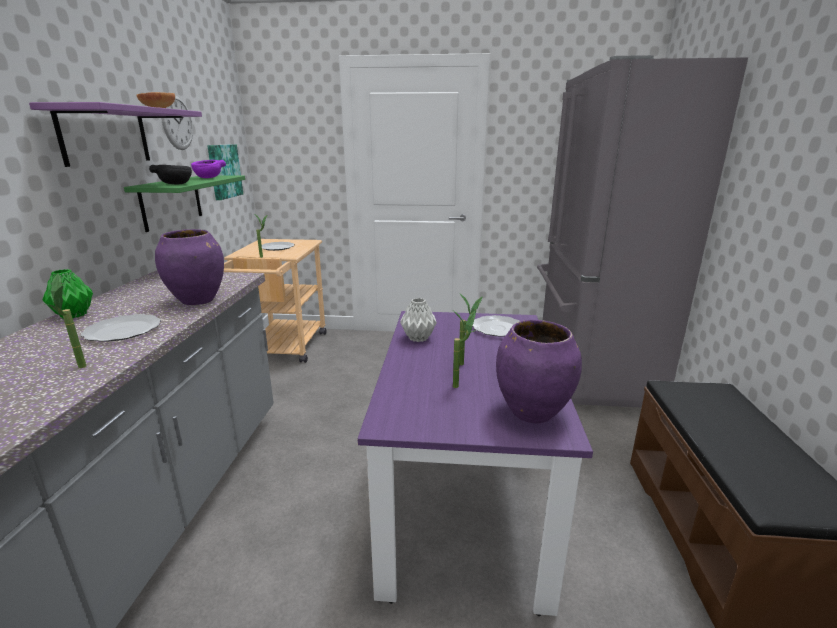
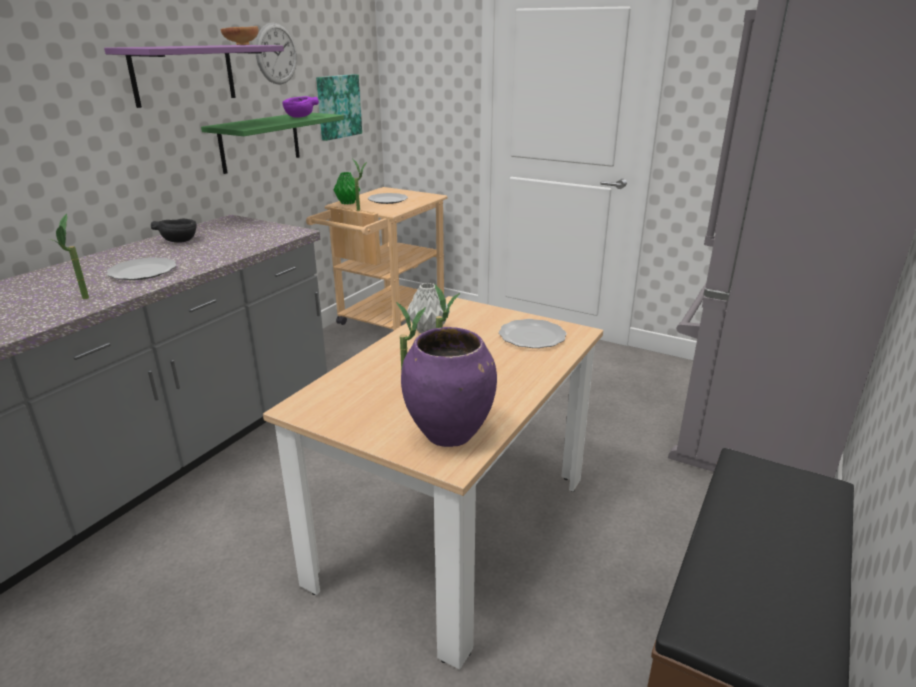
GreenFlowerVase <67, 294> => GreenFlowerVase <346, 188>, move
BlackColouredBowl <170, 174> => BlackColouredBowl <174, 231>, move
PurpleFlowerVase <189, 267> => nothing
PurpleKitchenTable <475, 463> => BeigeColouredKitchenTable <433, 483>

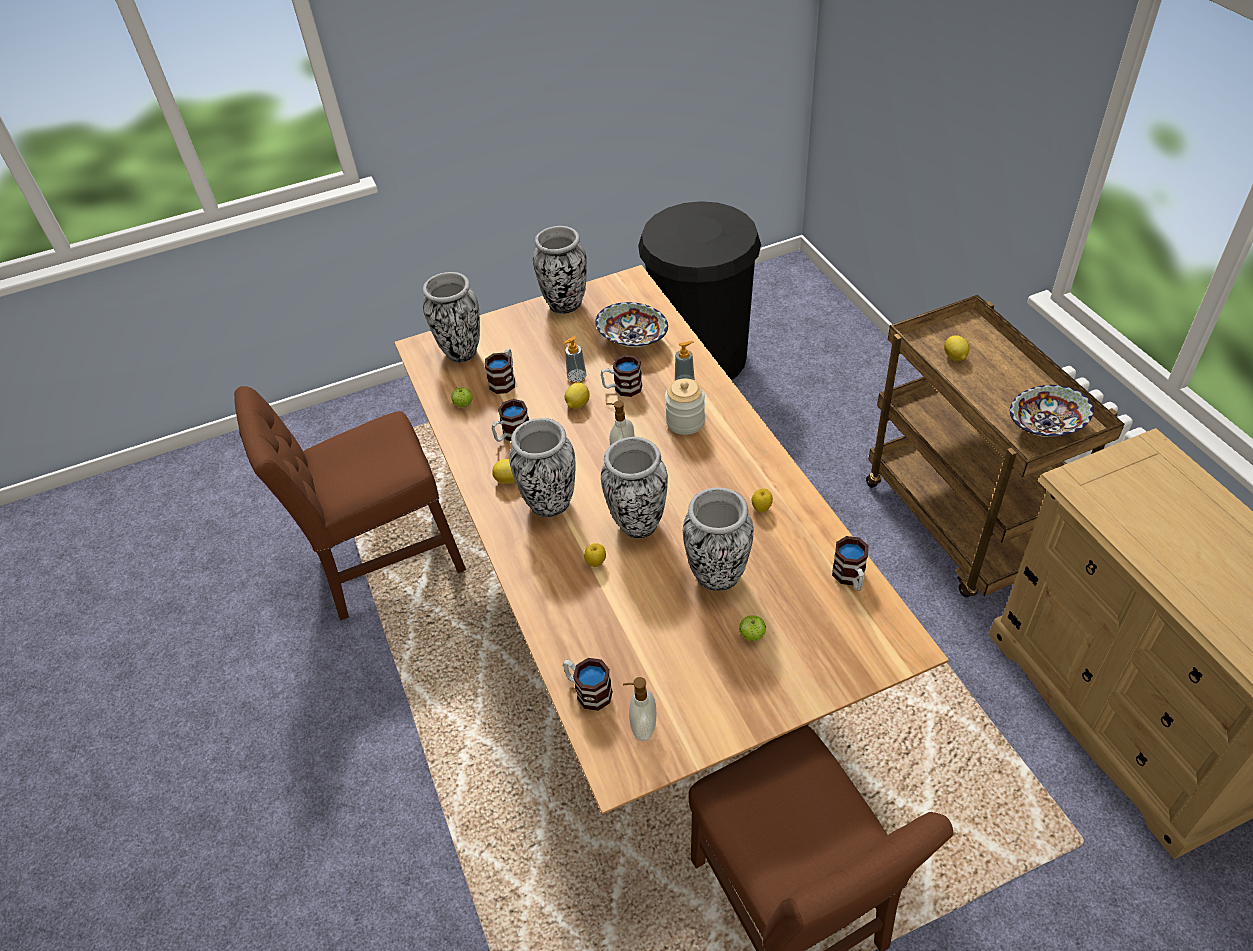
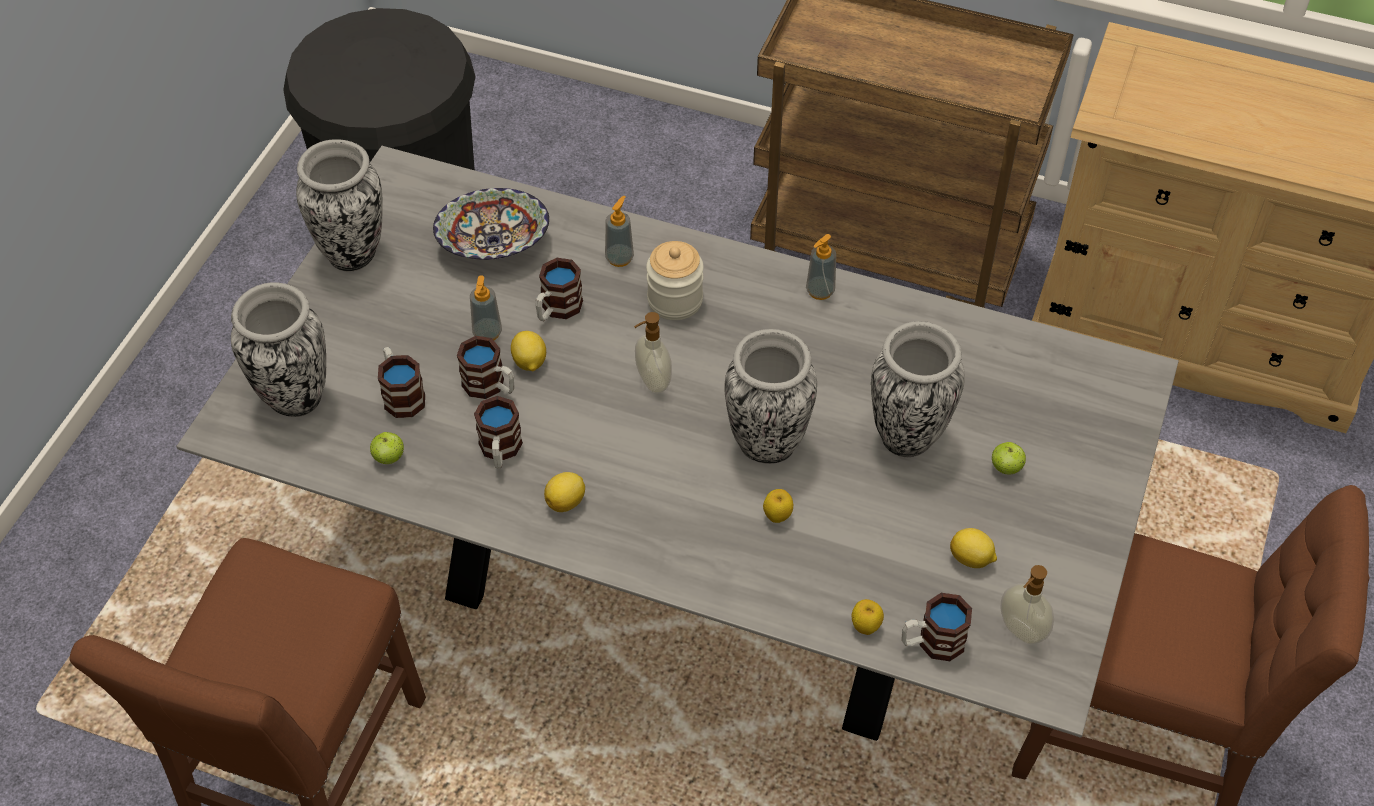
BrownColouredKitchenTable <671, 540> => GrayKitchenTable <677, 443>
FlowerVase <542, 467> => nothing
AppleFruit <762, 500> => AppleFruit <868, 617>, move
CoffeeMug <850, 563> => CoffeeMug <486, 367>, move
CitrusFruit <956, 348> => CitrusFruit <973, 548>, move
Bowl <1052, 411> => nothing
nothing => SoapBottle <821, 267>

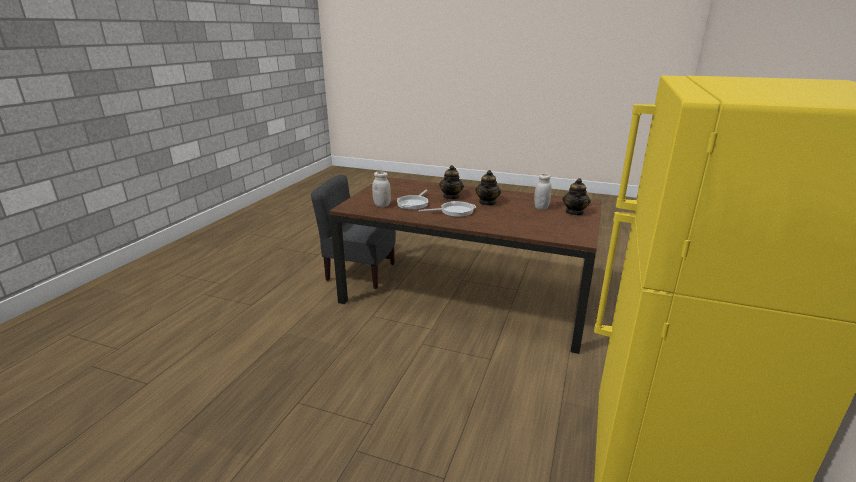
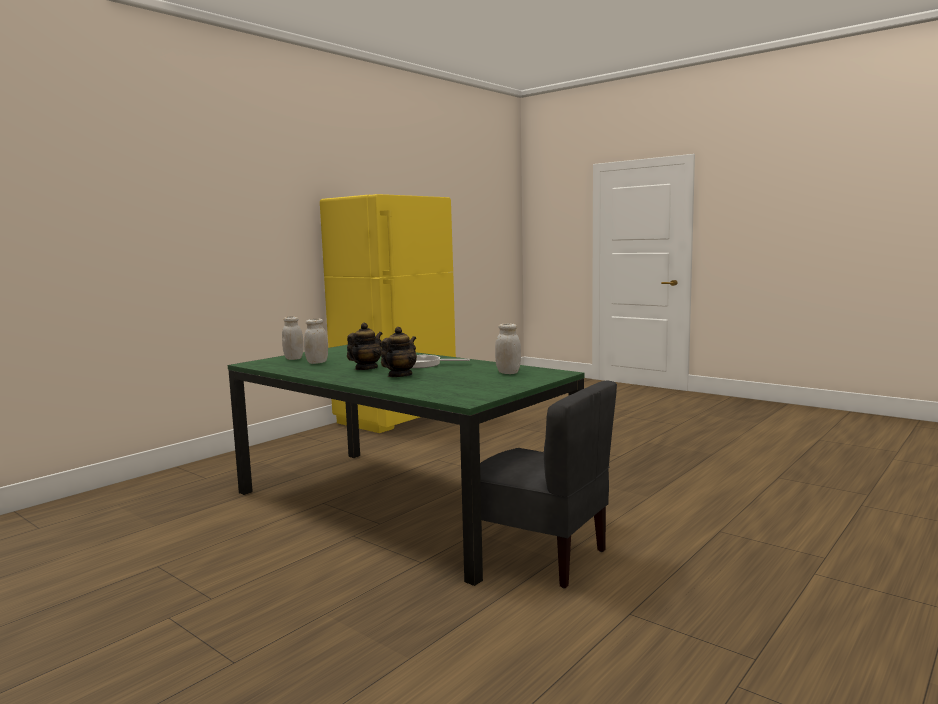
BrownColouredKitchenTable <465, 265> => GreenKitchenTable <406, 465>
FryingPan <412, 200> => nothing
Teapot <576, 197> => WhiteStorageJar <293, 338>

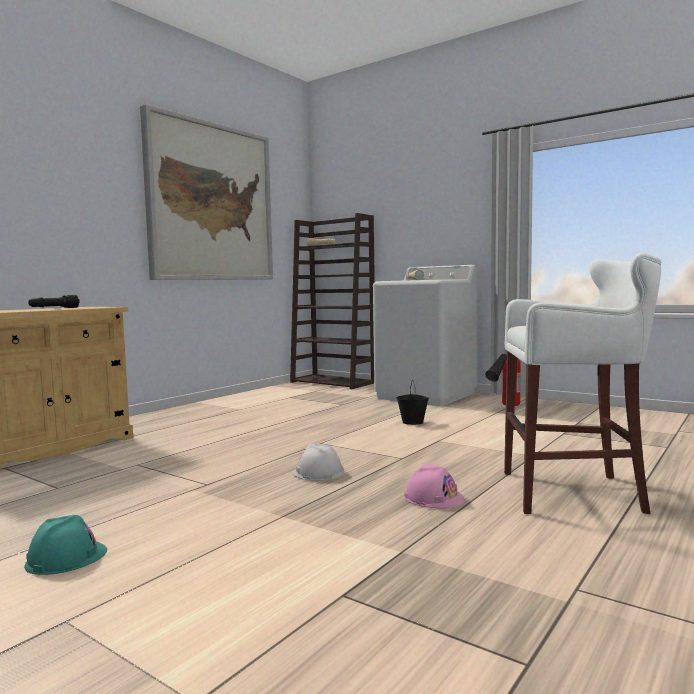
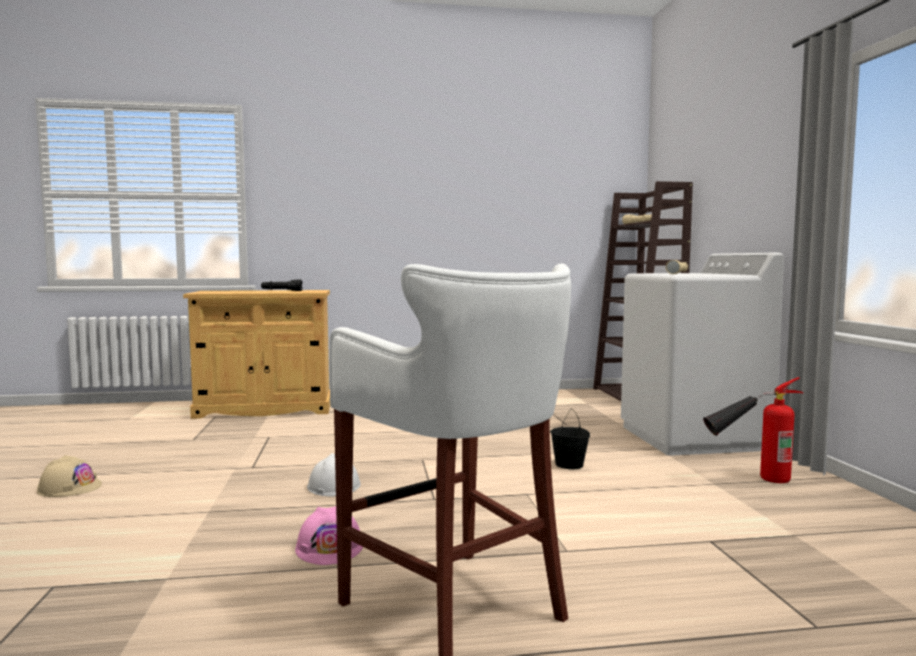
TurquoiseColouredHardHat <65, 545> => BeigeColouredHardHat <69, 476>
Picture <206, 192> => nothing

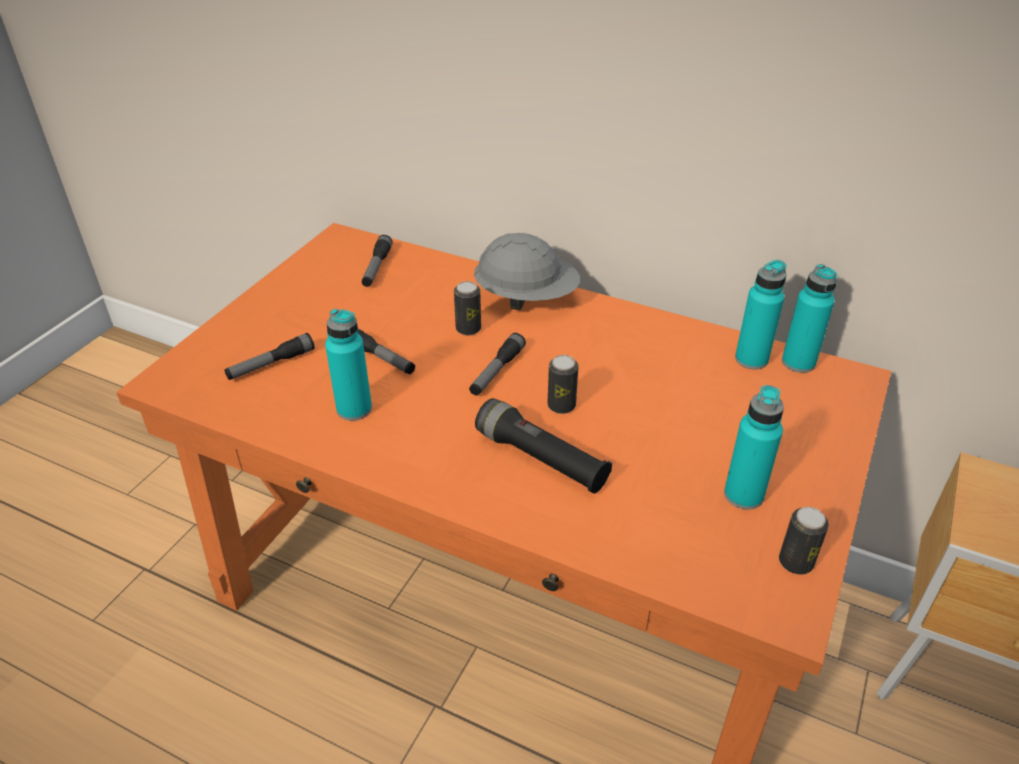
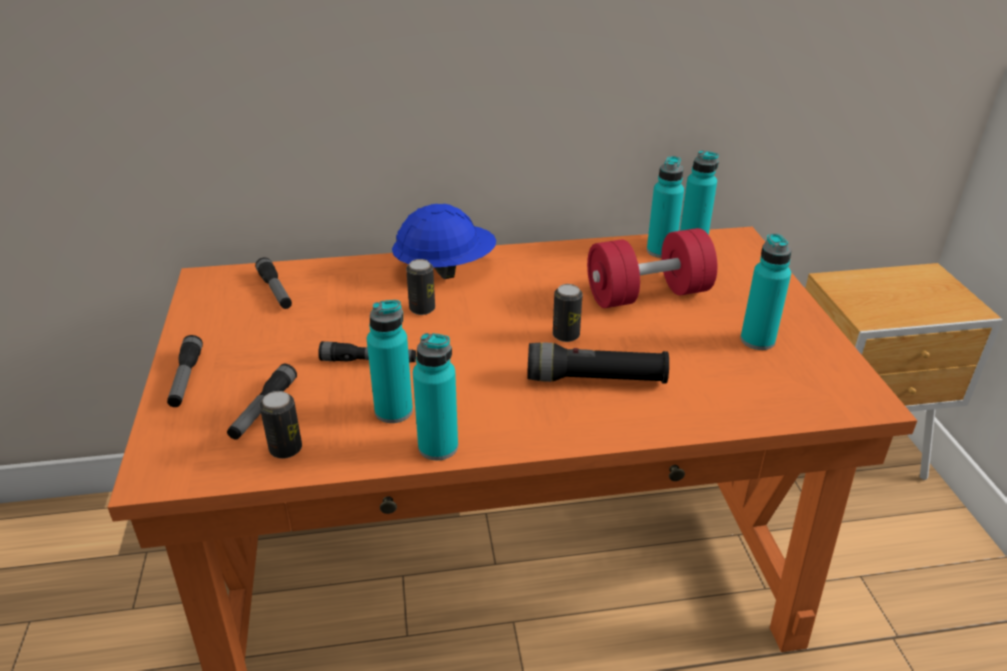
Torch <497, 364> => Torch <185, 371>, move
GrayHardHat <527, 271> => BluishHardHat <444, 241>
MetalCan <804, 541> => MetalCan <280, 425>, move
nothing => TurquoiseColouredBeverageBottle <435, 396>
nothing => ReddishHandWeight <652, 268>

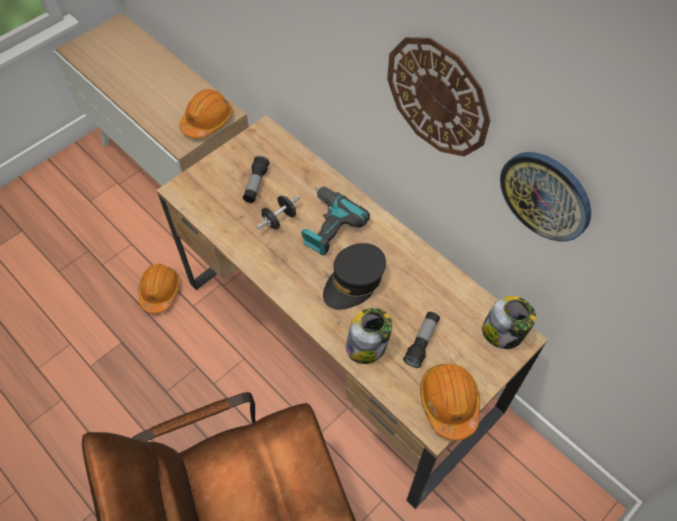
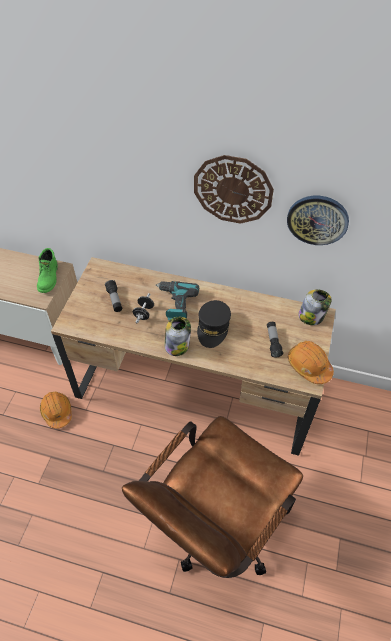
OrangeColouredHardHat <206, 113> => GreenBoot <47, 270>
StorageJar <369, 336> => StorageJar <178, 336>, move

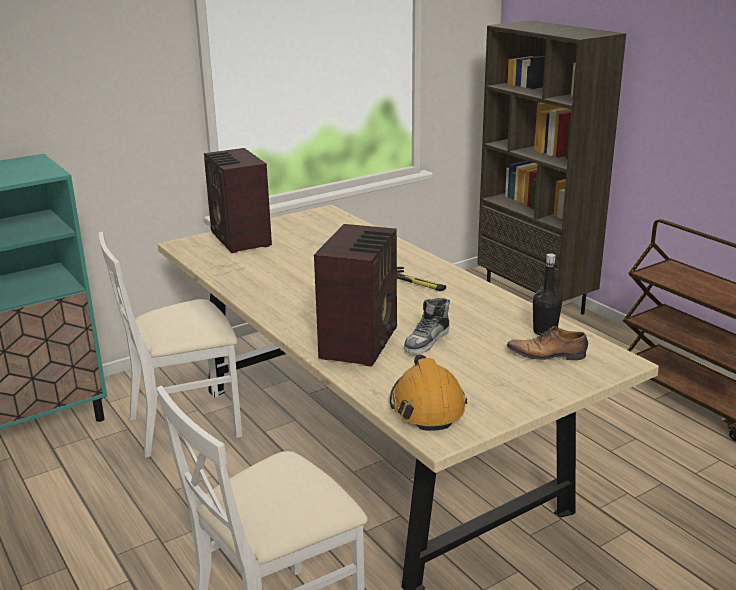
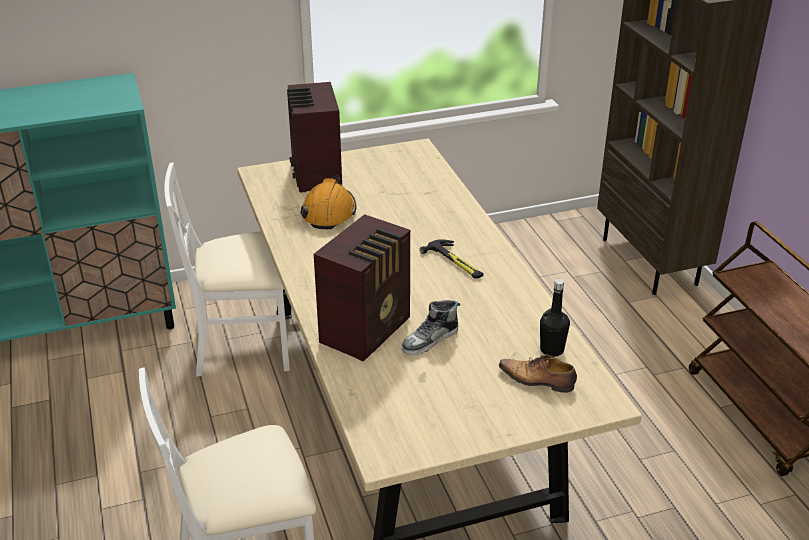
OrangeColouredHardHat <428, 392> => OrangeColouredHardHat <328, 202>, move

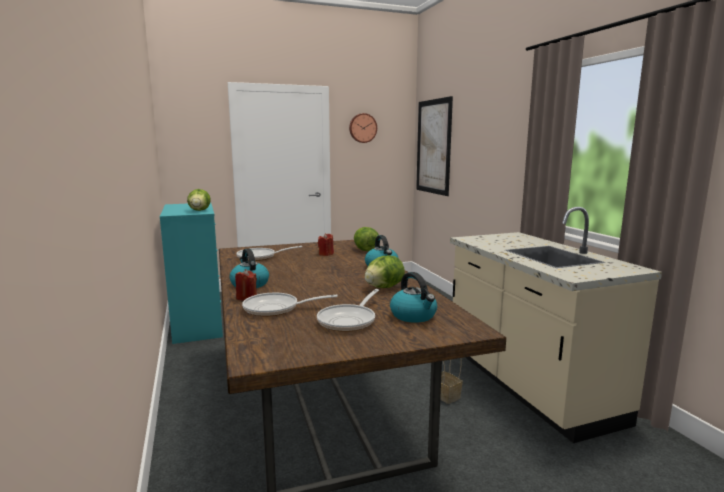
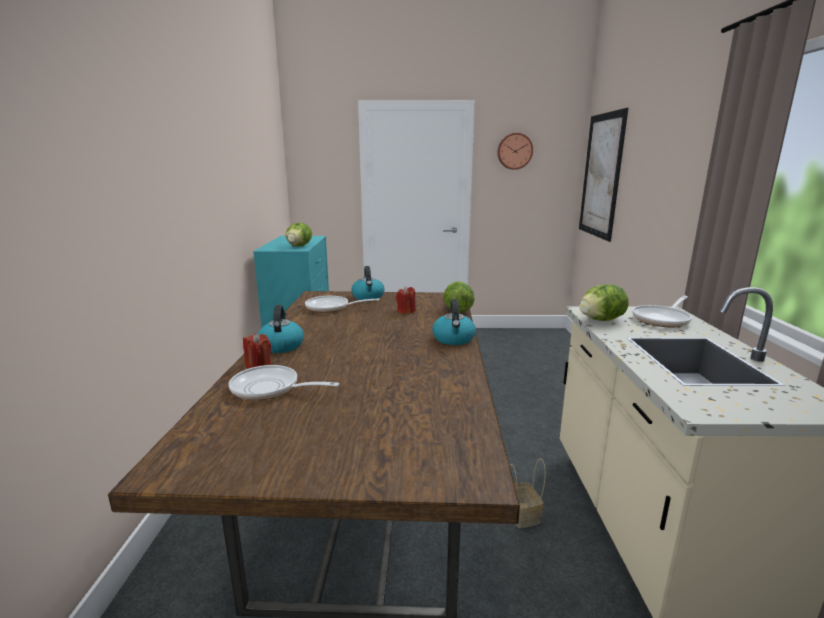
FryingPan <348, 310> => FryingPan <662, 311>, move
HeadOfLettuce <385, 272> => HeadOfLettuce <603, 302>, move
WaterKettle <413, 297> => WaterKettle <367, 283>, move

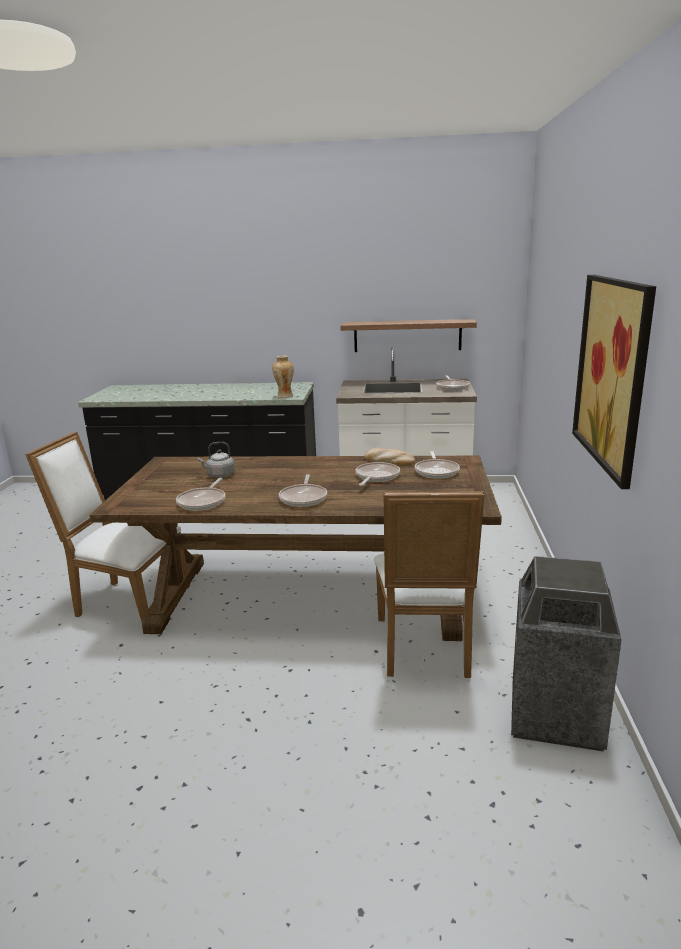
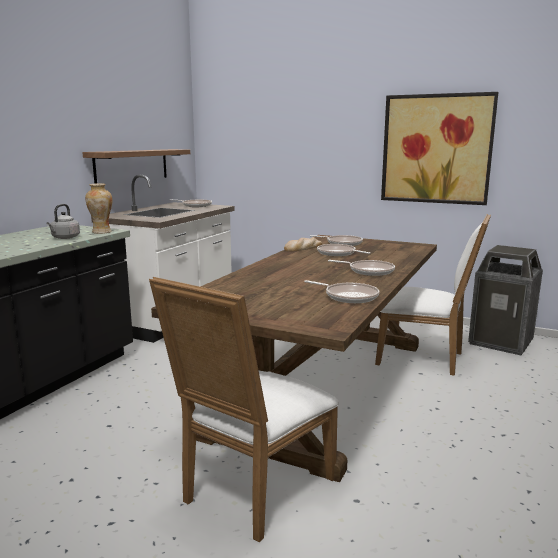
GrayWaterKettle <216, 460> => GrayWaterKettle <63, 221>, move

